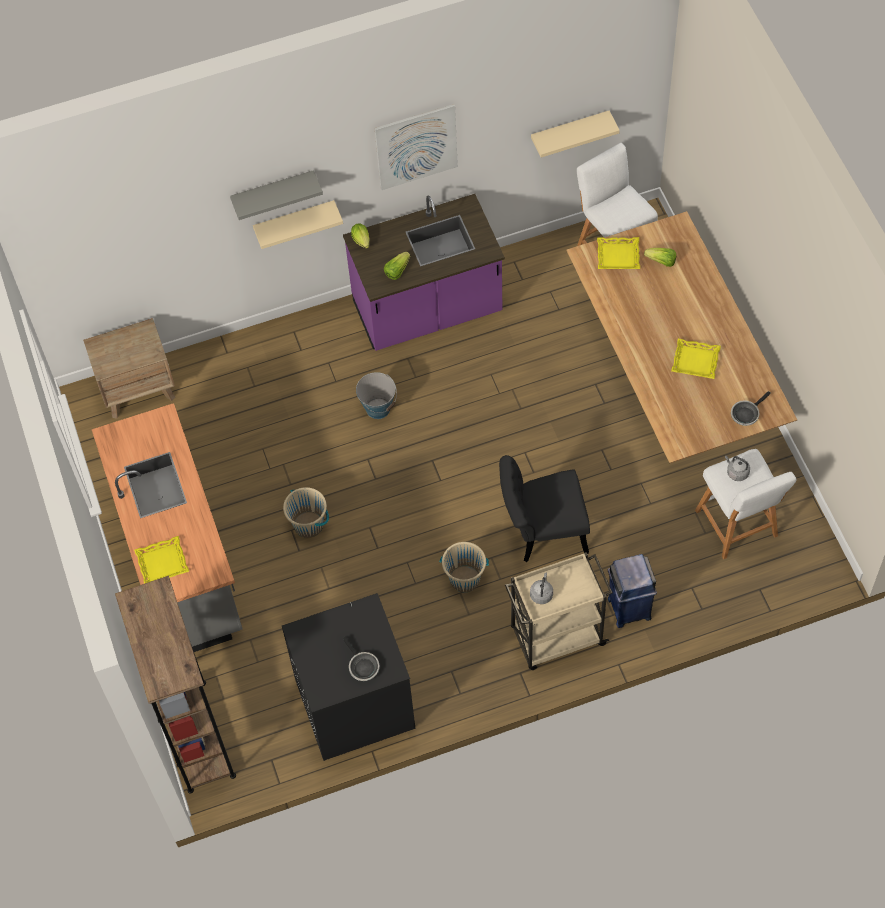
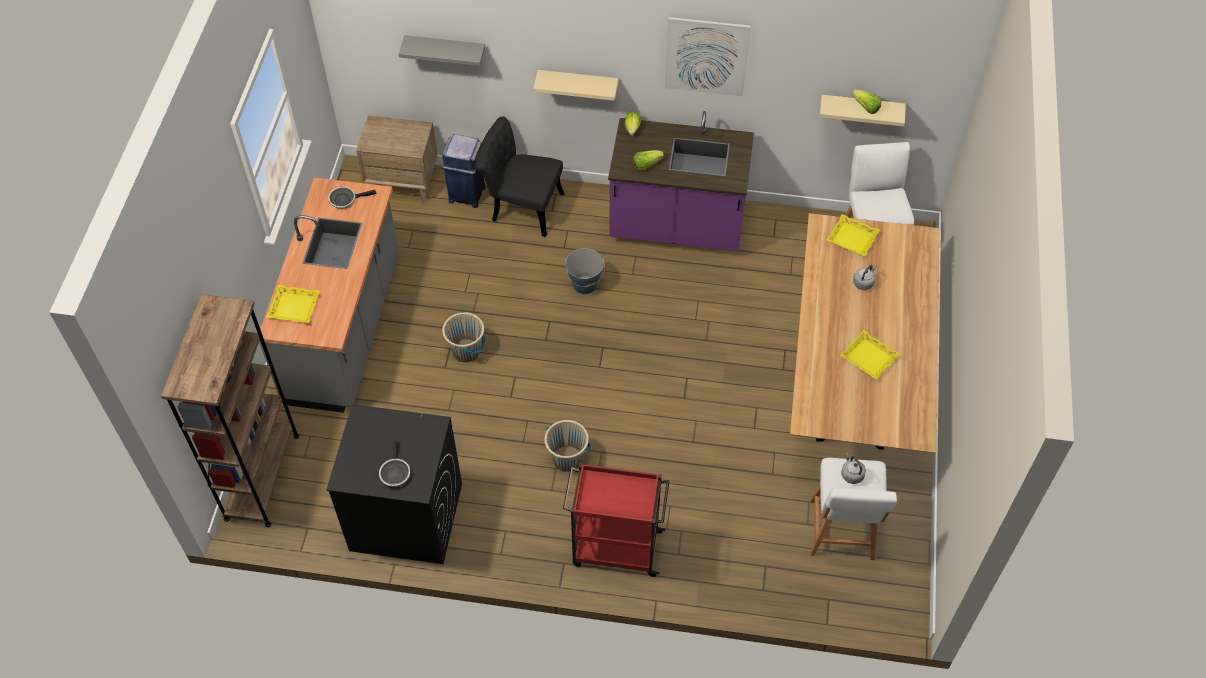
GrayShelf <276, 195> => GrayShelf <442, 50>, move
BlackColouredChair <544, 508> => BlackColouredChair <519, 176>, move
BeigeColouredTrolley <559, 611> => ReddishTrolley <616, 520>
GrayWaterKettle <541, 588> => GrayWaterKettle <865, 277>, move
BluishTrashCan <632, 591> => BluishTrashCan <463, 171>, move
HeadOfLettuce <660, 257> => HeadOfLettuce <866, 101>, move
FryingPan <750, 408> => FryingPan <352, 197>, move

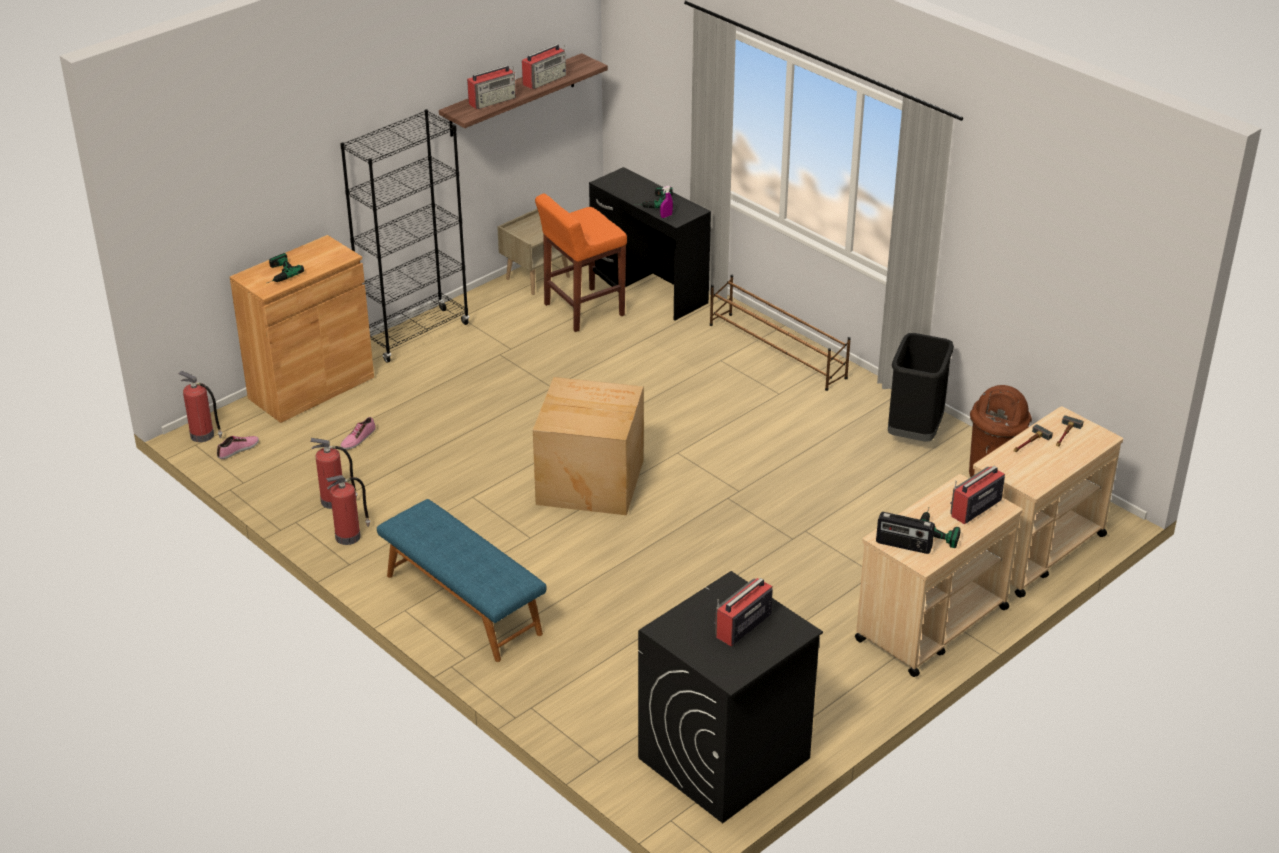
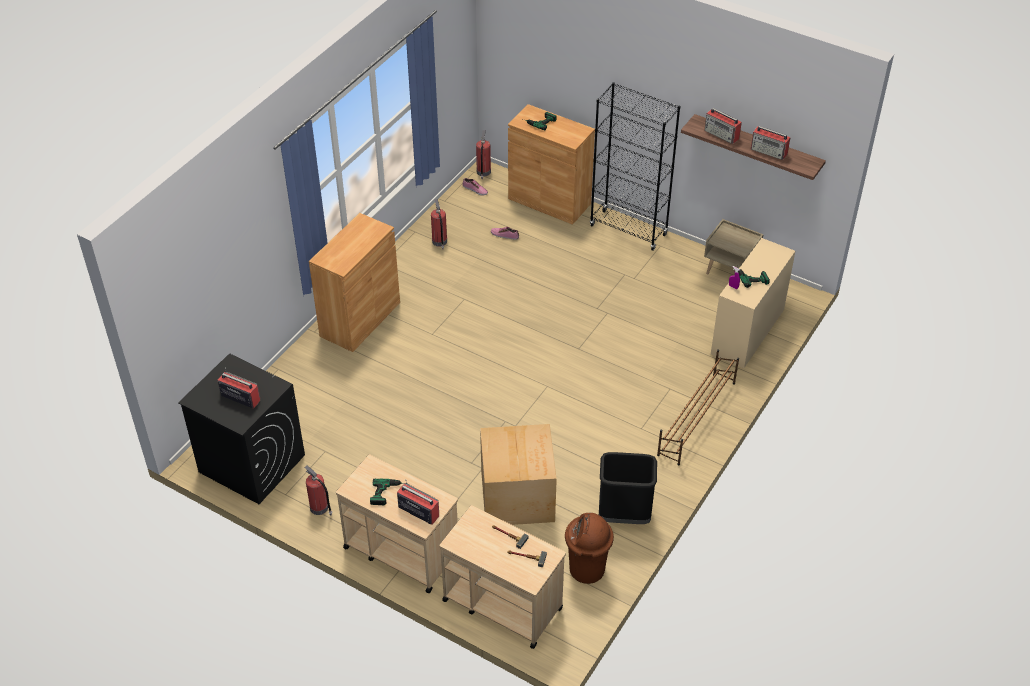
FireExtinguisher <347, 510> => FireExtinguisher <318, 490>, move
BluishLongSeat <462, 580> => BrownColouredCupboard <354, 282>
Carton <588, 446> => Carton <518, 474>, move
OrangeColouredStool <581, 262> => nothing
BlackColouredDeskTable <650, 244> => BeigeColouredDeskTable <753, 303>
Radio <905, 533> => nothing

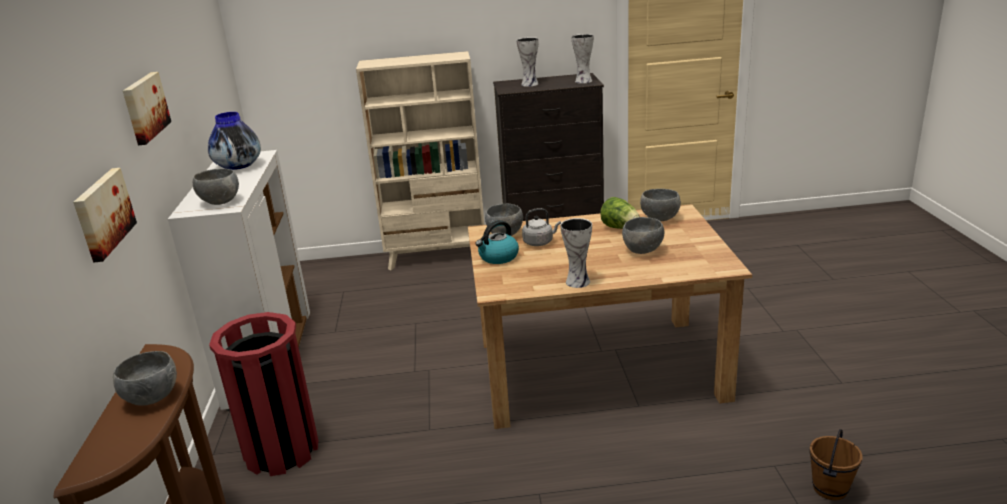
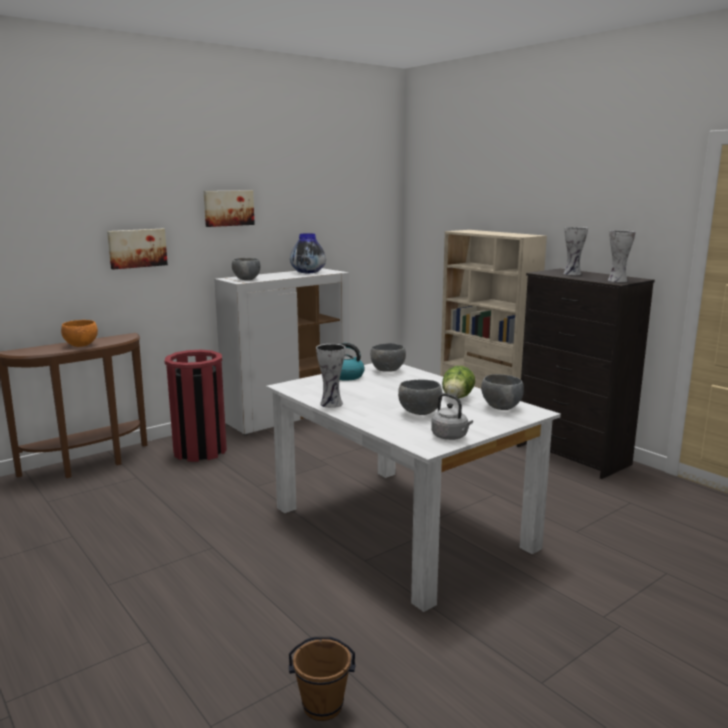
GrayBowl <145, 378> => OrangeColouredBowl <79, 333>
BrownColouredKitchenTable <610, 316> => WhiteKitchenTable <413, 487>
GrayWaterKettle <541, 227> => GrayWaterKettle <452, 416>, move

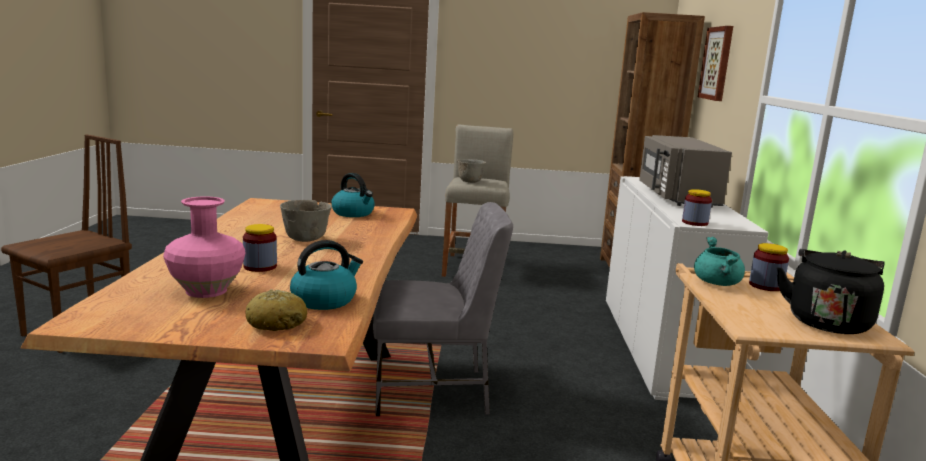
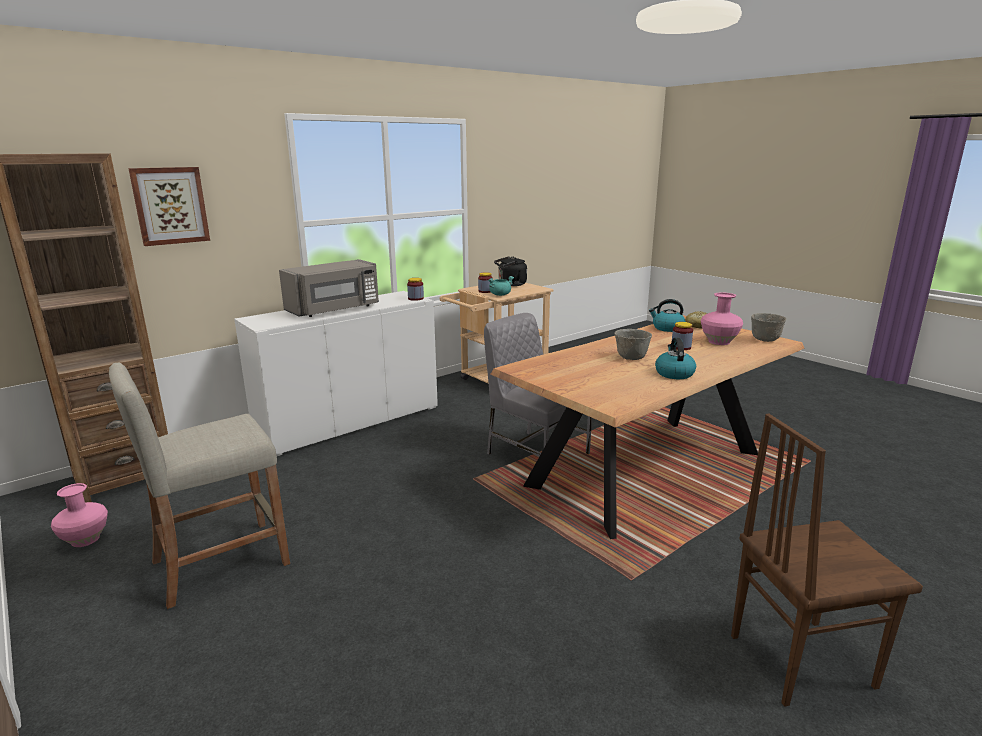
WaterKettle <353, 195> => WaterKettle <675, 358>, move
GrayBowl <471, 171> => GrayBowl <769, 327>, move
nothing => PinkColouredFlowerVase <79, 515>

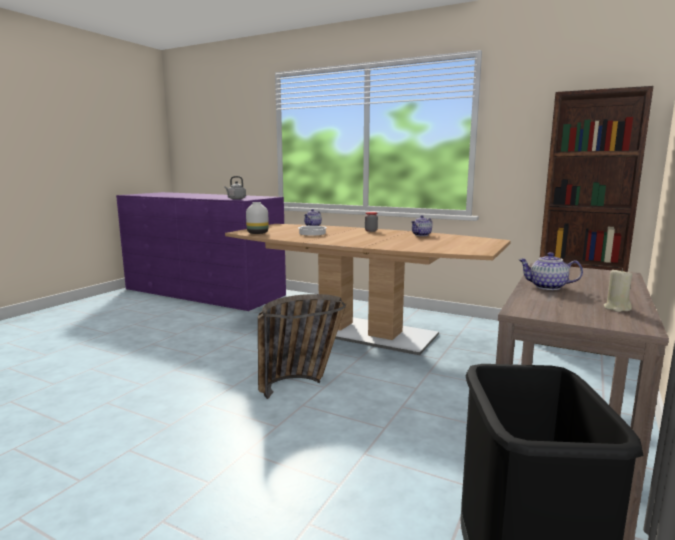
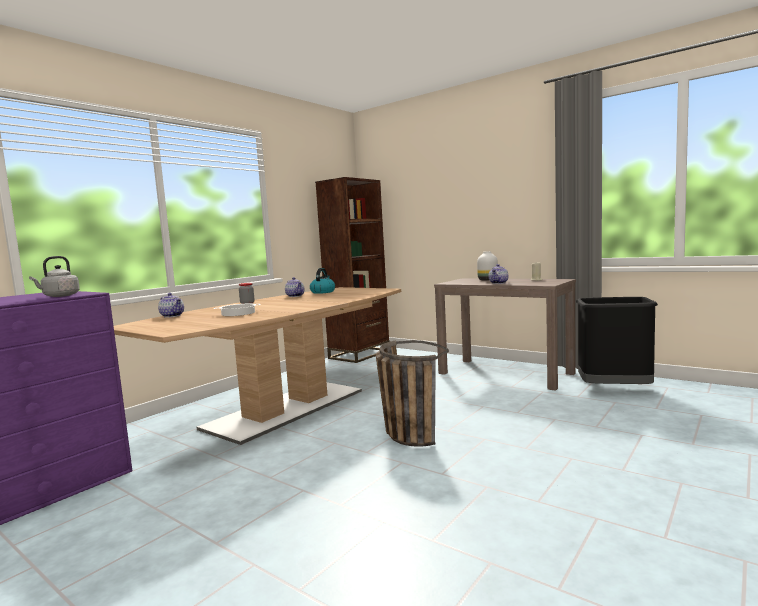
WhiteFlowerVase <257, 218> => WhiteFlowerVase <487, 266>, move
nothing => WaterKettle <322, 281>

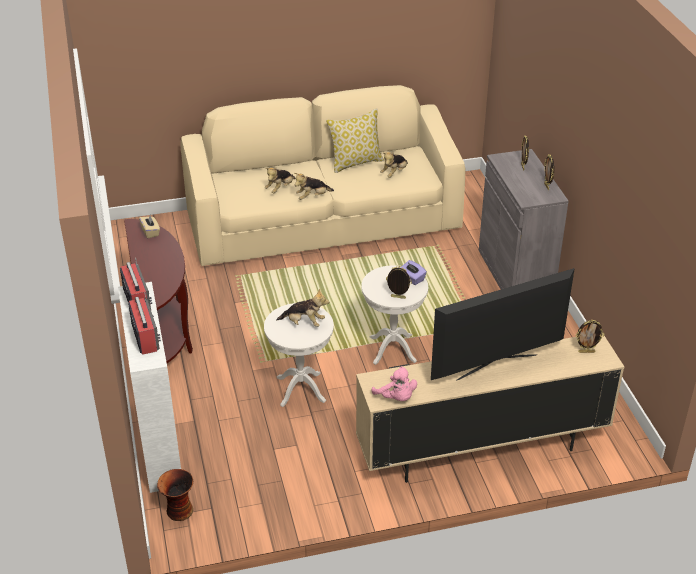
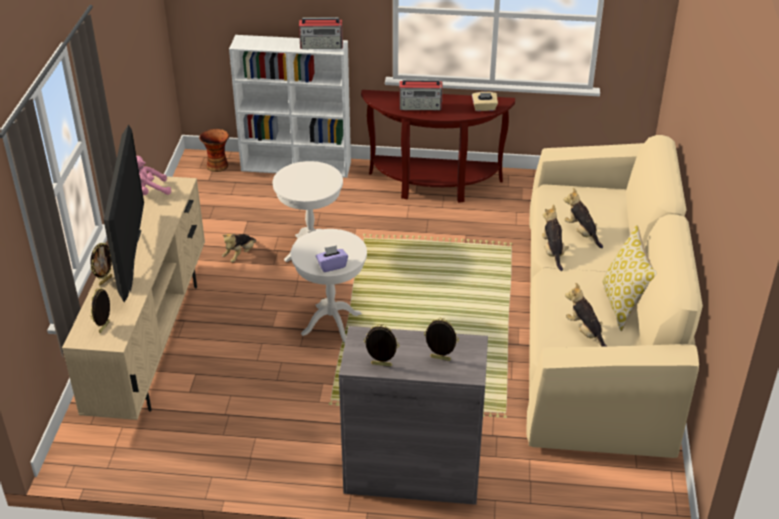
Radio <144, 323> => Radio <421, 95>, move
PlushToy <302, 308> => PlushToy <239, 248>, move
StandingFrame <399, 282> => StandingFrame <101, 264>, move

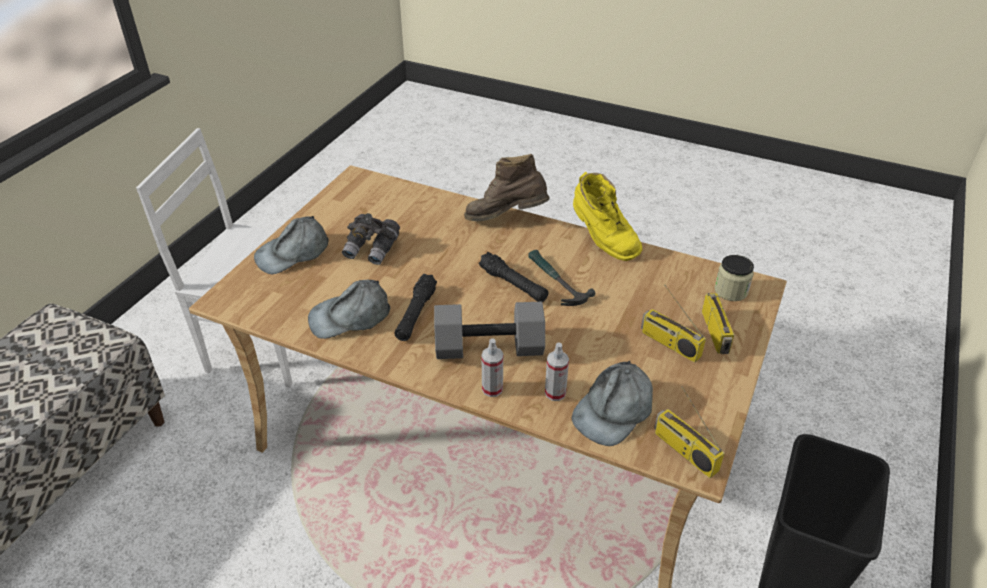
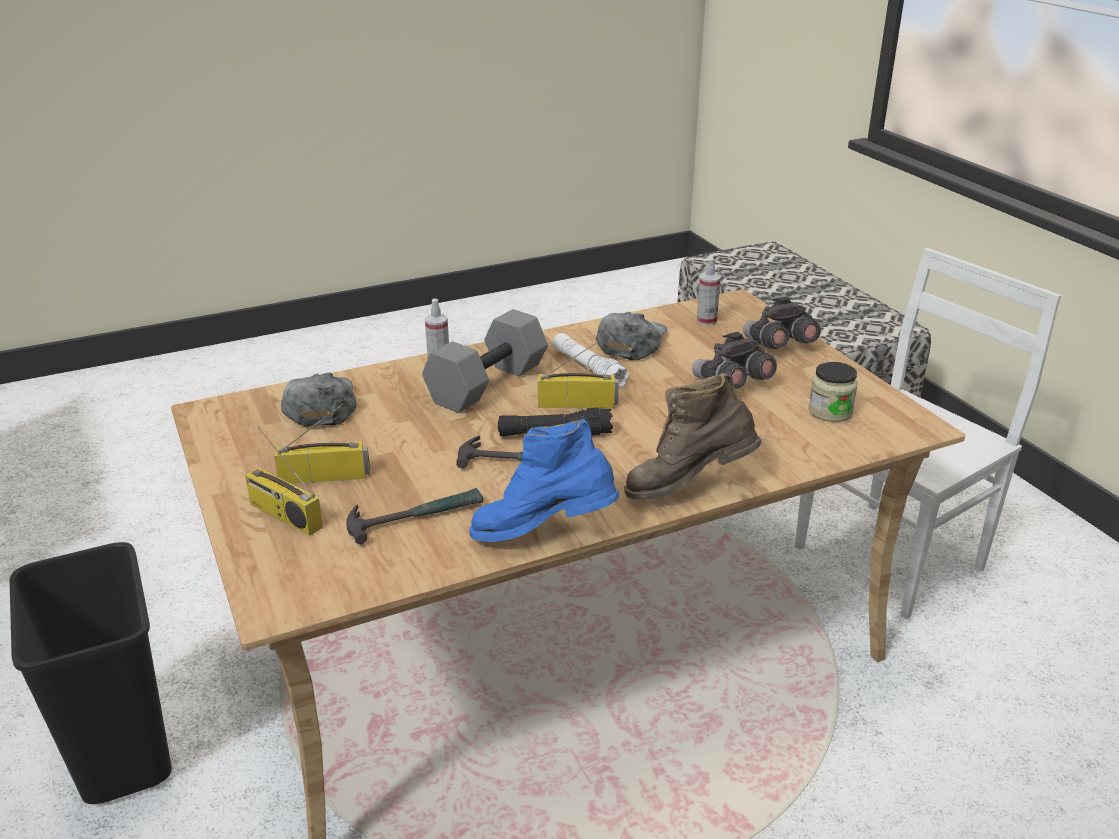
GrayCap <291, 245> => GrayPairOfBinoculars <782, 323>
BlackColouredTorch <416, 307> => WhiteTorch <591, 360>
BrownColouredBoot <507, 187> => BrownColouredBoot <692, 436>, 150 degrees counterclockwise
HandSprayer <557, 372> => HandSprayer <709, 292>, move
YellowColouredBoot <607, 216> => BluishBoot <544, 480>
Radio <689, 432> => Radio <578, 373>, move
StorageJar <734, 278> => StorageJar <833, 392>, move
nothing => HandHammer <414, 516>

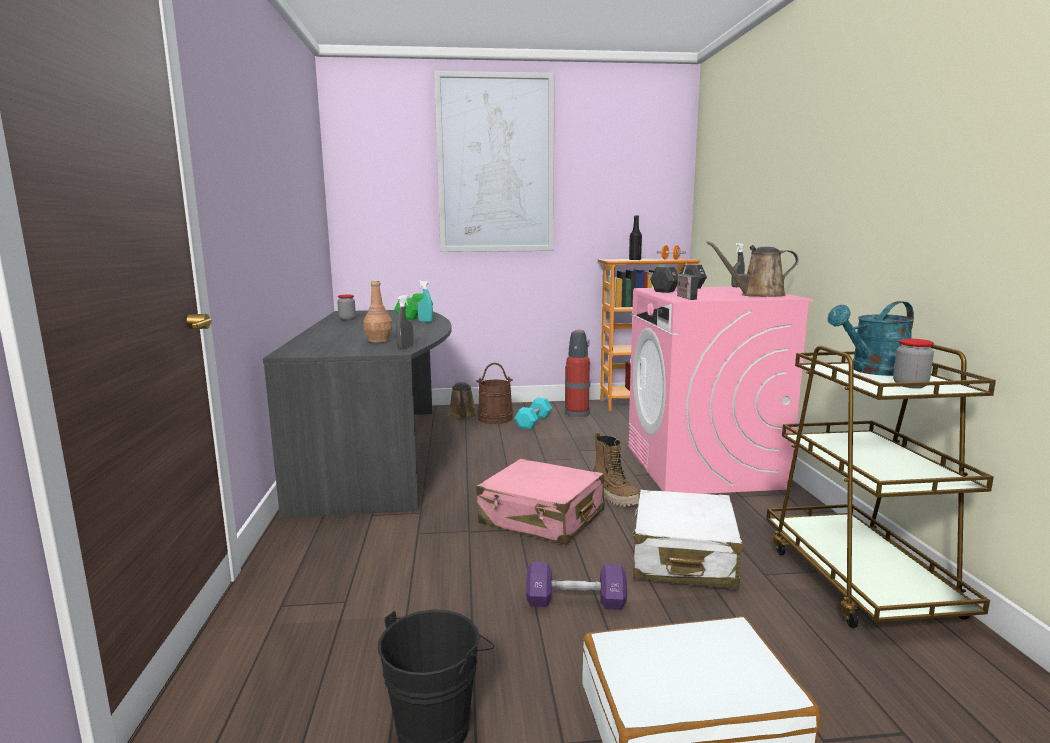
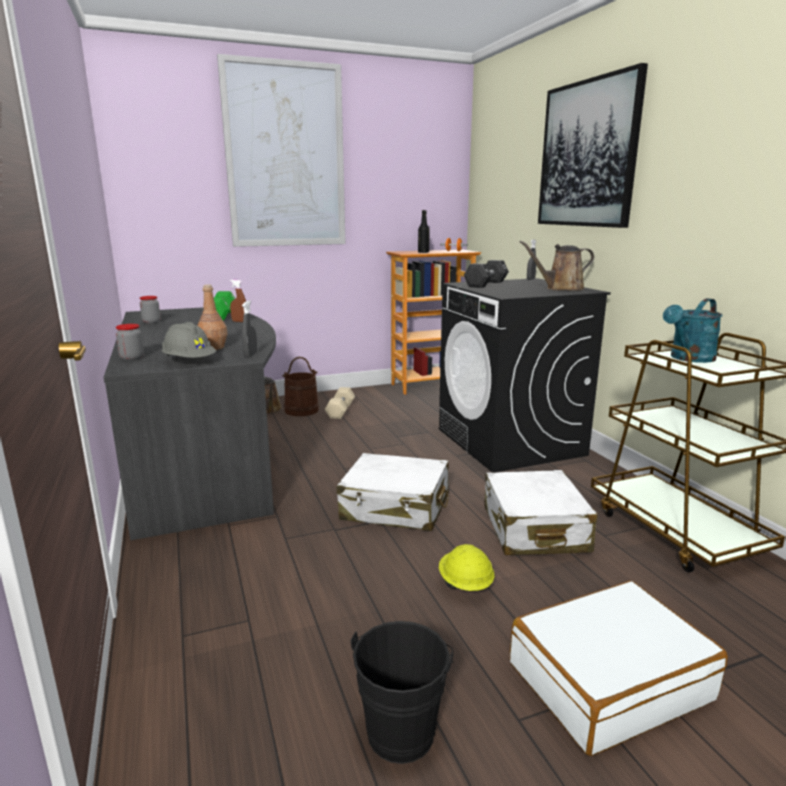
TurquoiseColouredHandSprayer <425, 301> => BrownColouredHandSprayer <238, 300>
PinkColouredPieceOfLuggage <540, 502> => WhitePieceOfLuggage <393, 492>
TurquoiseColouredHandWeight <533, 413> => BeigeColouredHandWeight <340, 403>
PurpleHandWeight <576, 586> => YellowColouredHardHat <466, 567>
FireExtinguisher <577, 373> => nothing
Boot <616, 469> => nothing
PinkColouredWashingMachine <721, 390> => BlackColouredWashingMachine <525, 375>
Radio <687, 281> => nothing
StorageJar <913, 363> => StorageJar <130, 342>, move
nothing => GrayHardHat <189, 340>
nothing => Picture <593, 145>

